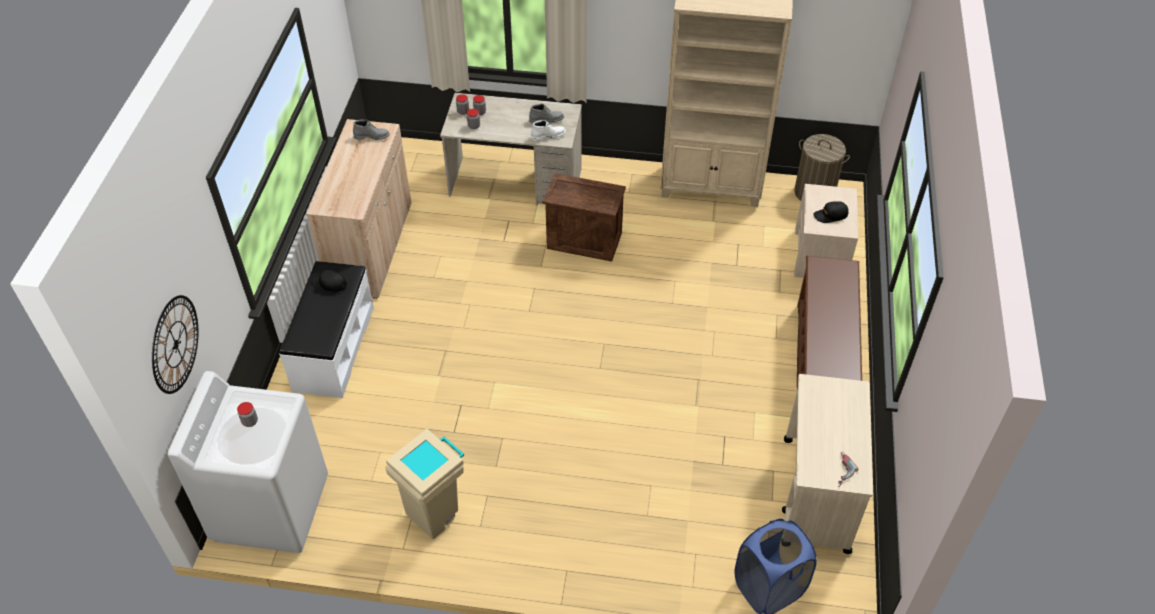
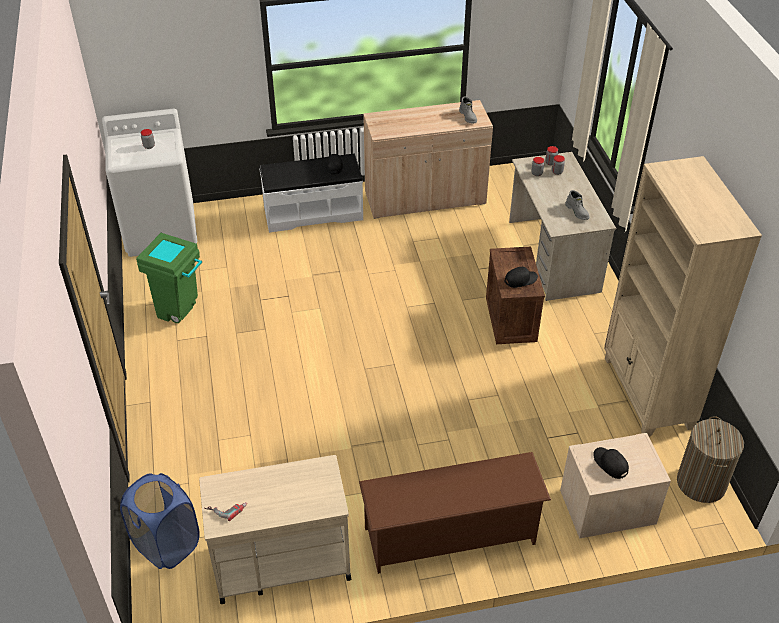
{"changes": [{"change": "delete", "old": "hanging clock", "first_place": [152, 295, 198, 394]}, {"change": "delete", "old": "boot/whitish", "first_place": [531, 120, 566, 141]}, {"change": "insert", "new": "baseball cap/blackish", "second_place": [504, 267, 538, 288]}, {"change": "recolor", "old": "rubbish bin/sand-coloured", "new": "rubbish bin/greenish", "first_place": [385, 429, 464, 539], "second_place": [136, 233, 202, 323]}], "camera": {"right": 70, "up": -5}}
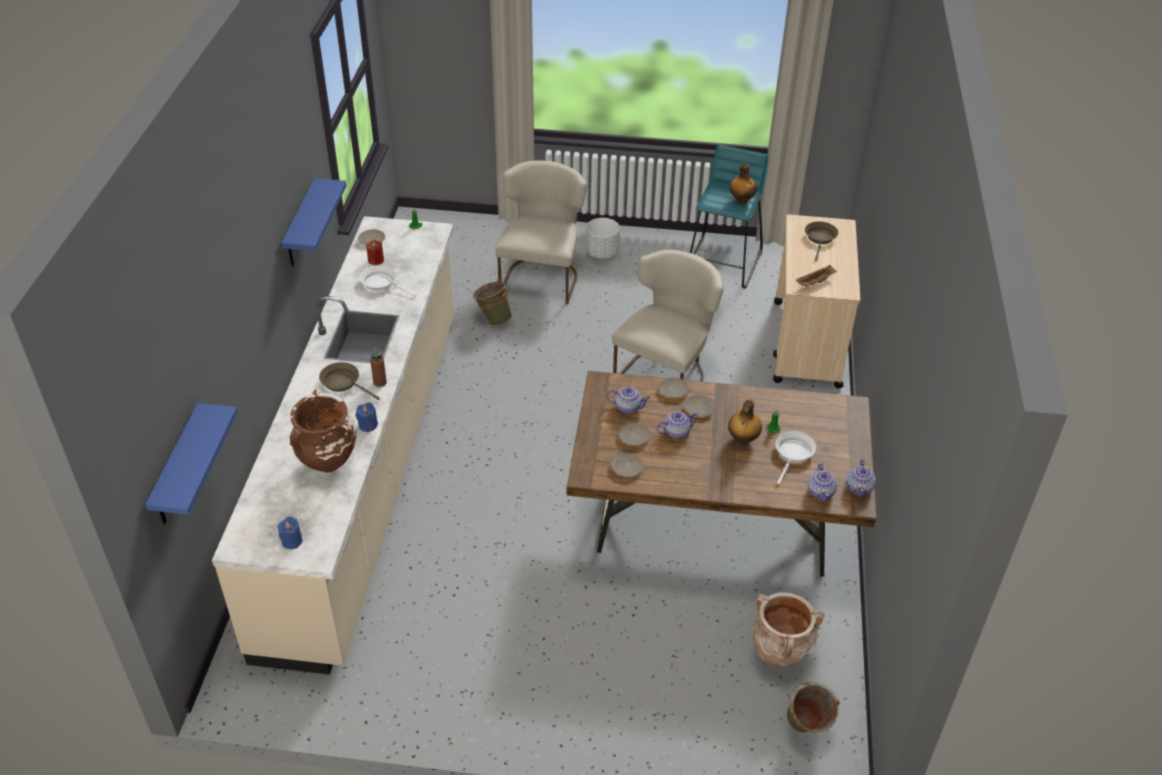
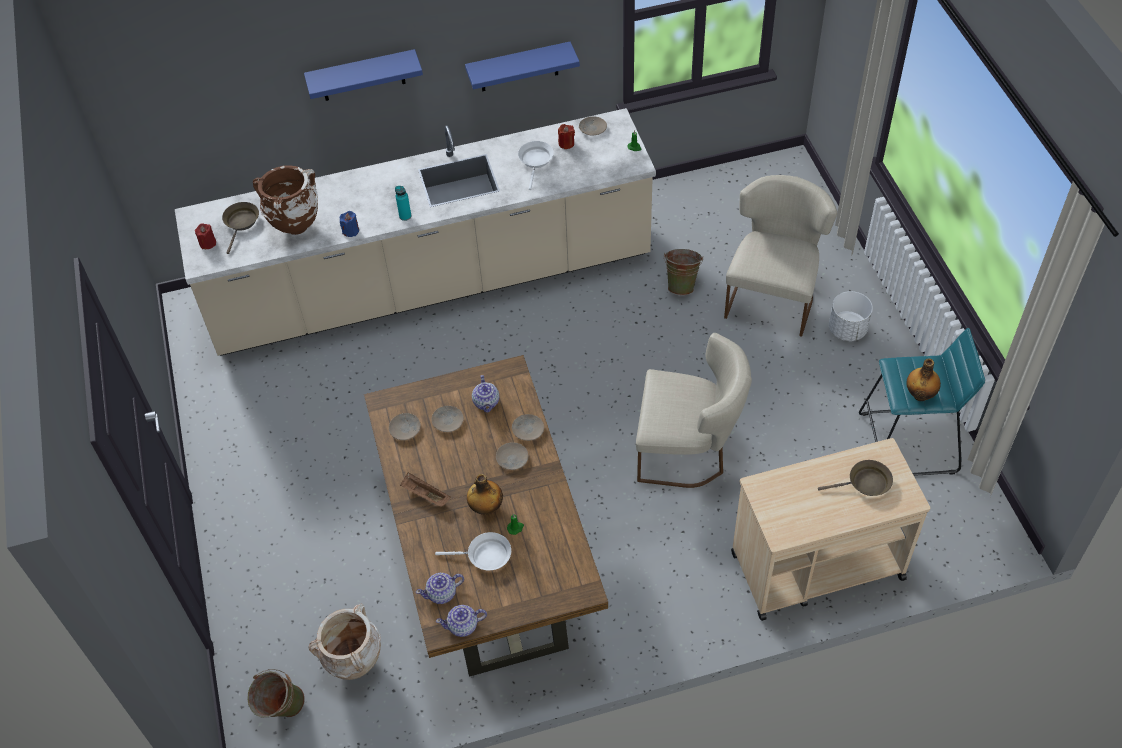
{"changes": [{"change": "delete", "old": "pot for tea", "first_place": [656, 411, 699, 439]}, {"change": "move", "old": "shelf/blue", "first_place": [145, 403, 238, 524], "second_place": [304, 49, 423, 101]}, {"change": "move", "old": "skillet/brown-coloured", "first_place": [319, 362, 380, 400], "second_place": [222, 202, 259, 254]}, {"change": "move", "old": "carrying tray/brown-coloured", "first_place": [796, 265, 837, 287], "second_place": [400, 472, 451, 507]}, {"change": "recolor", "old": "wax light/blue", "new": "wax light/reddish", "first_place": [278, 517, 302, 549], "second_place": [195, 223, 216, 249]}, {"change": "recolor", "old": "beverage bottle/brown-coloured", "new": "beverage bottle/turquoise", "first_place": [370, 348, 387, 388], "second_place": [395, 186, 411, 221]}, {"change": "rotate", "old": "chair/sand-coloured", "first_place": [495, 161, 587, 304], "second_place": [724, 175, 837, 337], "degrees": -60}], "camera": {"right": 70, "up": 10}}
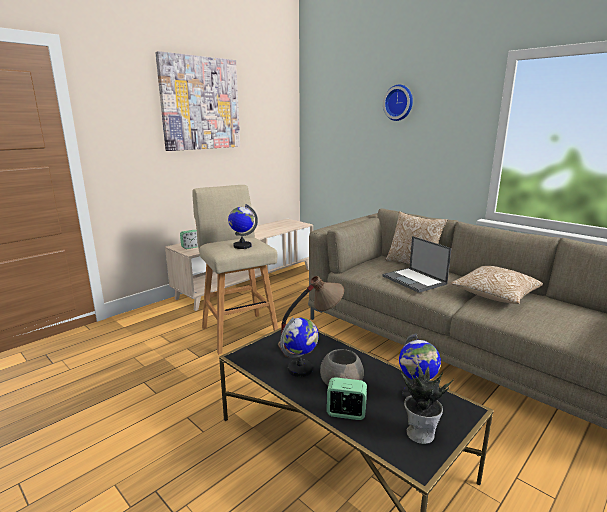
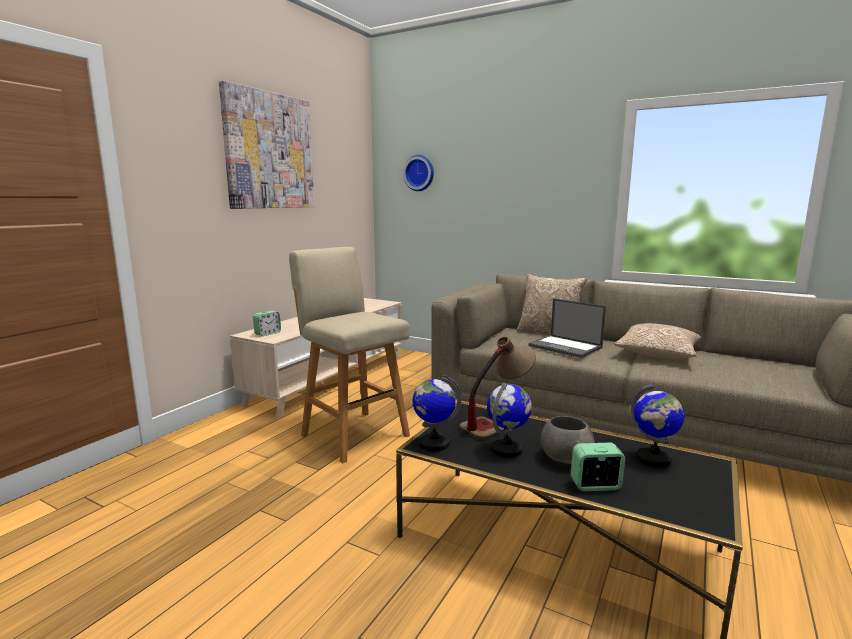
{"changes": [{"change": "delete", "old": "houseplant", "first_place": [400, 361, 454, 444]}, {"change": "move", "old": "world globe", "first_place": [228, 204, 258, 249], "second_place": [412, 375, 462, 452]}, {"change": "move", "old": "hanging clock", "first_place": [383, 85, 413, 121], "second_place": [403, 155, 434, 191]}], "camera": {"right": -15, "up": -5}}
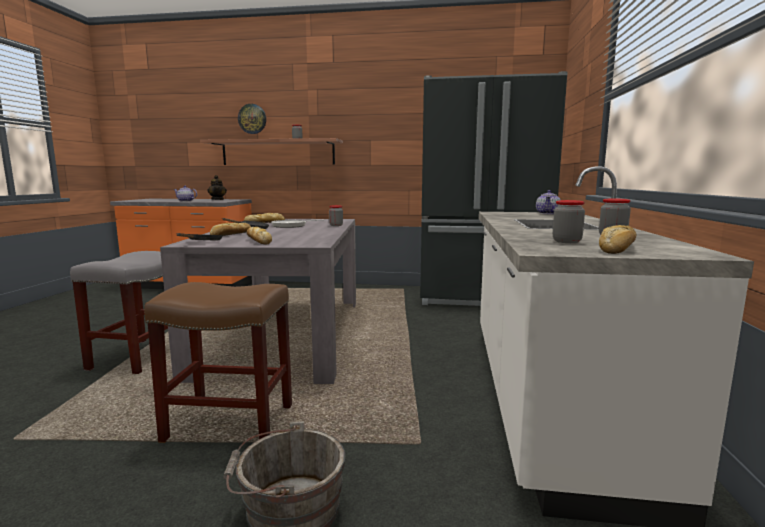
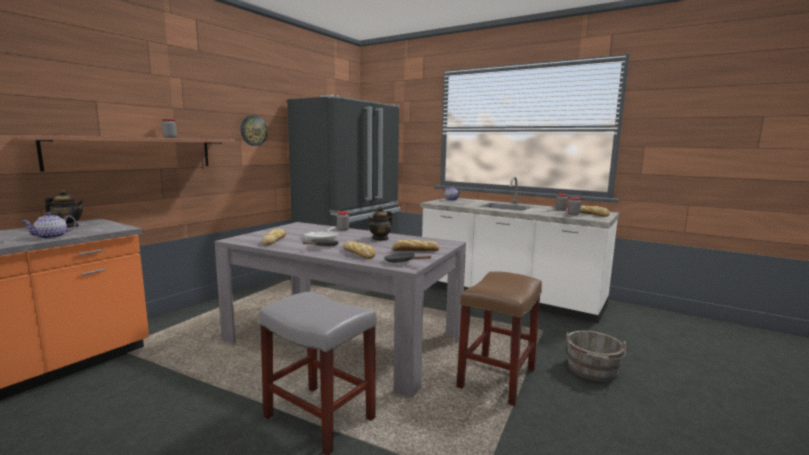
{"changes": [{"change": "insert", "new": "pot for tea", "second_place": [368, 206, 393, 241]}, {"change": "move", "old": "hanging clock", "first_place": [238, 104, 266, 134], "second_place": [241, 115, 268, 146]}], "camera": {"right": -65, "up": 0}}
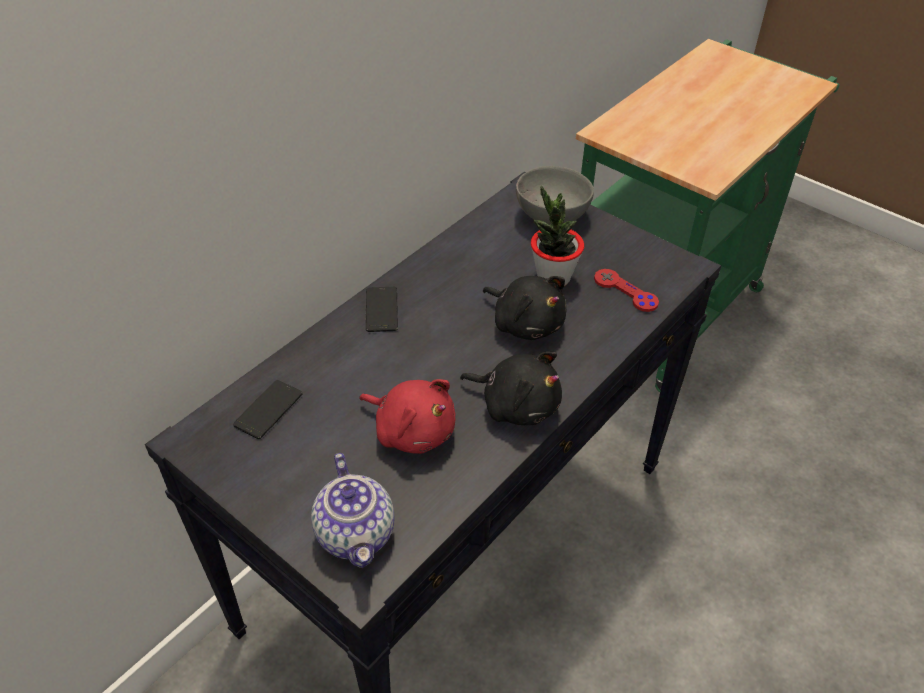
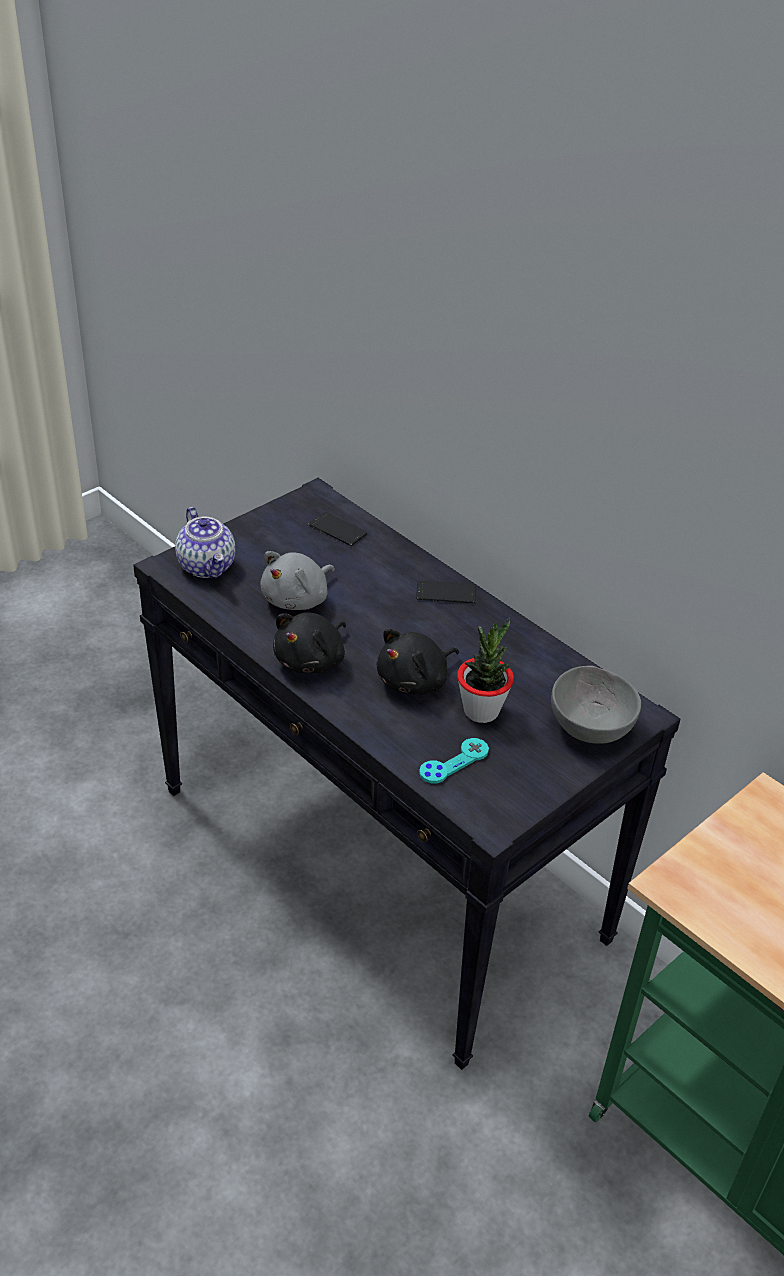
{"changes": [{"change": "recolor", "old": "cuddly toy/reddish", "new": "cuddly toy/greyish", "first_place": [359, 379, 455, 454], "second_place": [261, 551, 335, 610]}, {"change": "recolor", "old": "gamepad/reddish", "new": "gamepad/turquoise", "first_place": [594, 269, 659, 312], "second_place": [419, 738, 489, 784]}, {"change": "rotate", "old": "pot for tea", "first_place": [311, 453, 395, 568], "second_place": [175, 507, 236, 579], "degrees": -105}], "camera": {"right": 95, "up": -5}}
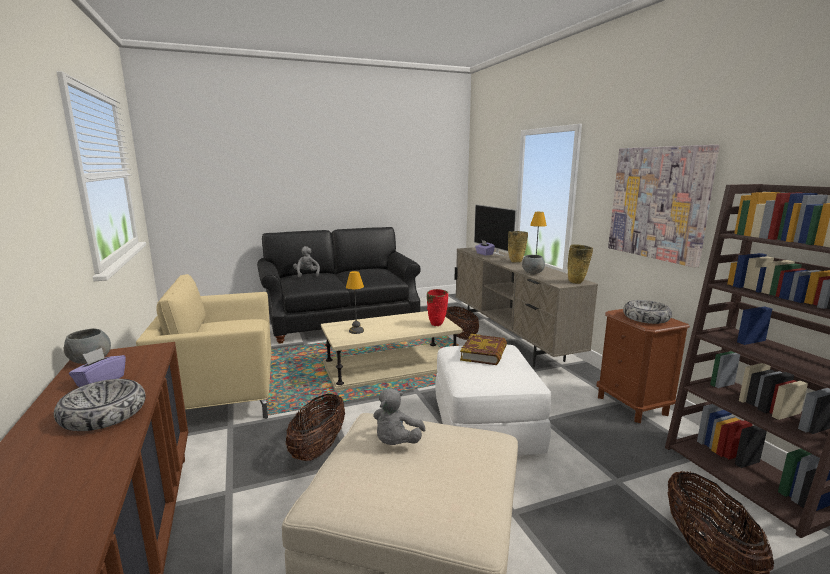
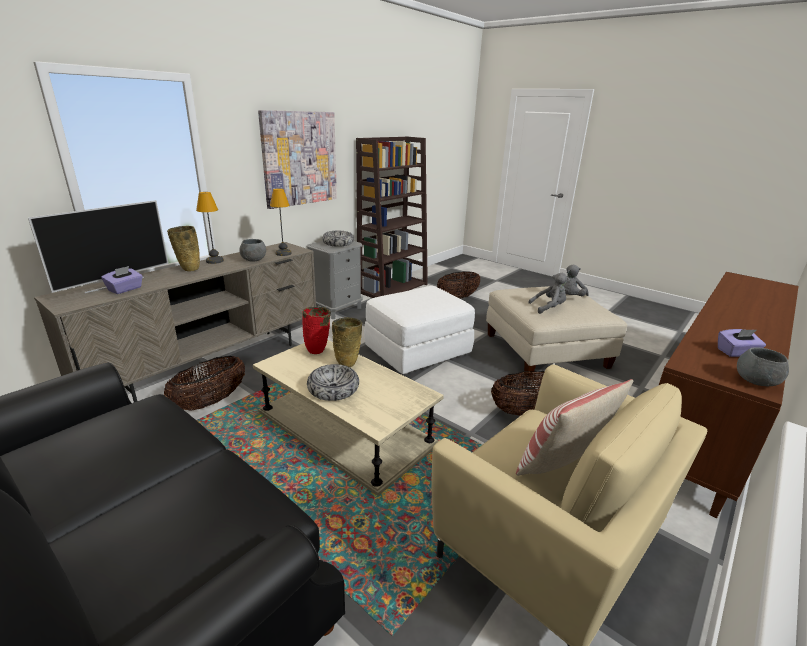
{"changes": [{"change": "delete", "old": "bound book", "first_place": [460, 334, 507, 365]}, {"change": "insert", "new": "cushion", "second_place": [516, 379, 634, 476]}, {"change": "move", "old": "deep dish", "first_place": [54, 379, 146, 431], "second_place": [307, 364, 359, 401]}, {"change": "move", "old": "cuddly toy/greyish", "first_place": [293, 246, 320, 277], "second_place": [564, 265, 589, 296]}, {"change": "move", "old": "tabletop lamp", "first_place": [346, 271, 364, 334], "second_place": [270, 188, 292, 256]}, {"change": "move", "old": "flower vase/sand-coloured", "first_place": [568, 244, 593, 284], "second_place": [332, 317, 362, 367]}, {"change": "recolor", "old": "night table/brown-coloured", "new": "night table/greyish", "first_place": [597, 309, 690, 423], "second_place": [306, 241, 363, 319]}], "camera": {"right": -120, "up": 10}}
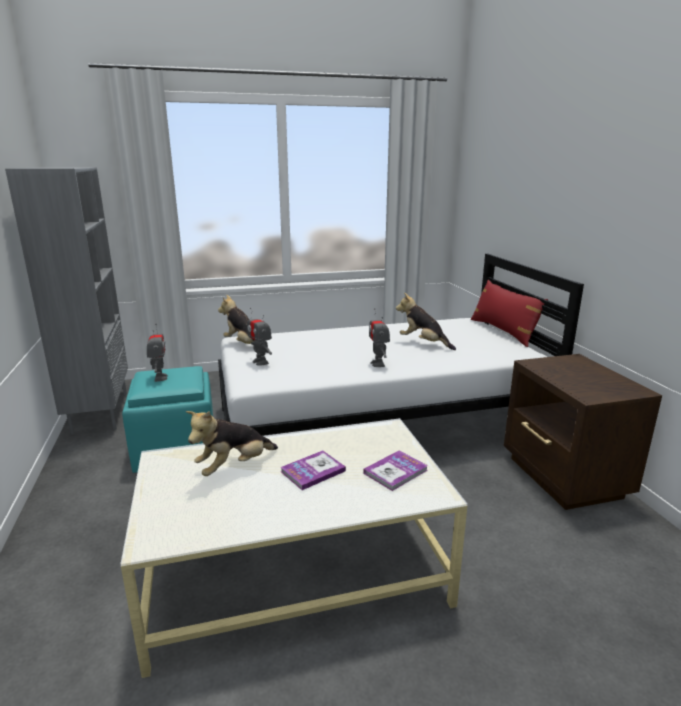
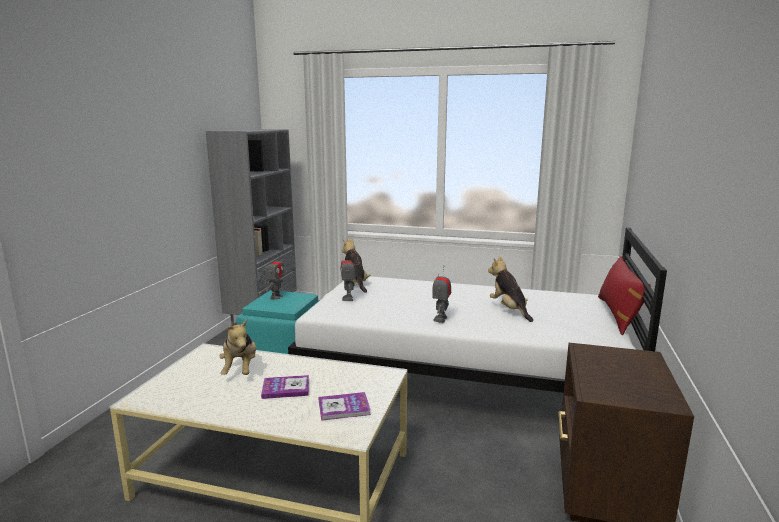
{"changes": [{"change": "rotate", "old": "cuddly toy", "first_place": [186, 411, 278, 476], "second_place": [220, 319, 256, 375], "degrees": -90}], "camera": {"right": 30, "up": -5}}
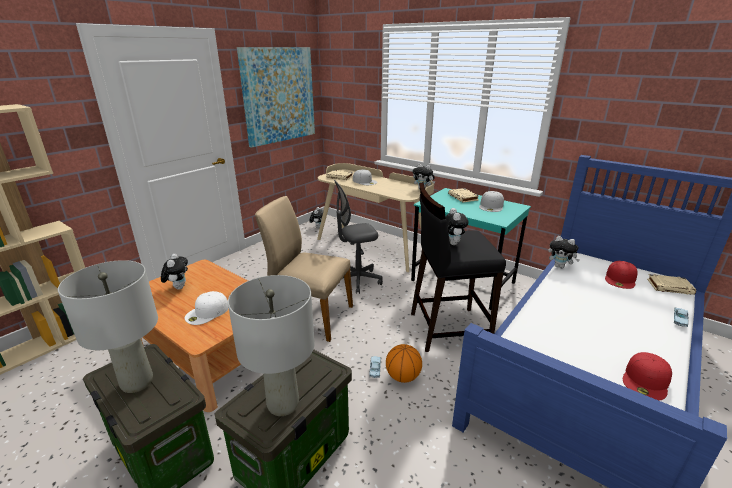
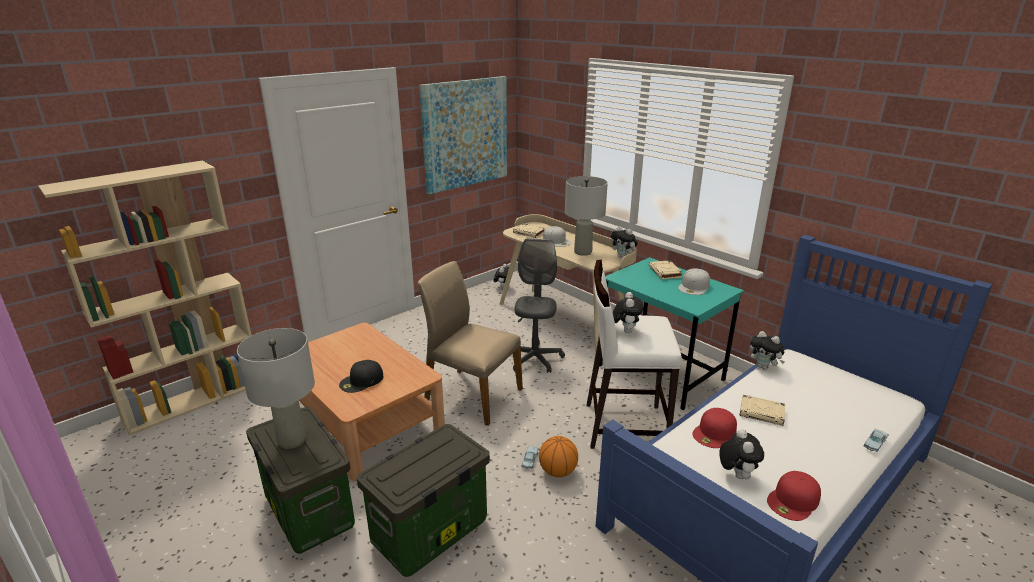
{"changes": [{"change": "move", "old": "cuddly toy", "first_place": [161, 253, 188, 290], "second_place": [719, 429, 764, 479]}, {"change": "move", "old": "tabletop lamp/greyish", "first_place": [228, 275, 315, 416], "second_place": [565, 176, 608, 256]}, {"change": "move", "old": "baseball cap/reddish", "first_place": [605, 261, 638, 289], "second_place": [692, 408, 737, 448]}, {"change": "move", "old": "bound book/sand-coloured", "first_place": [647, 274, 696, 295], "second_place": [739, 395, 785, 426]}, {"change": "recolor", "old": "baseball cap/whitish", "new": "baseball cap/blackish", "first_place": [185, 291, 229, 325], "second_place": [339, 360, 384, 393]}, {"change": "recolor", "old": "stool seat/blackish", "new": "stool seat/whitish", "first_place": [411, 182, 506, 352], "second_place": [587, 260, 682, 449]}, {"change": "rotate", "old": "office chair/greyish", "first_place": [334, 180, 383, 294], "second_place": [513, 239, 565, 373], "degrees": 105}], "camera": {"right": 10, "up": 0}}
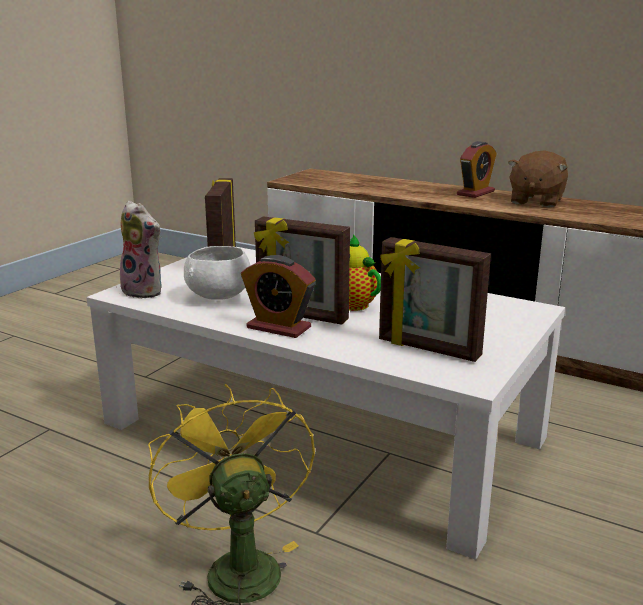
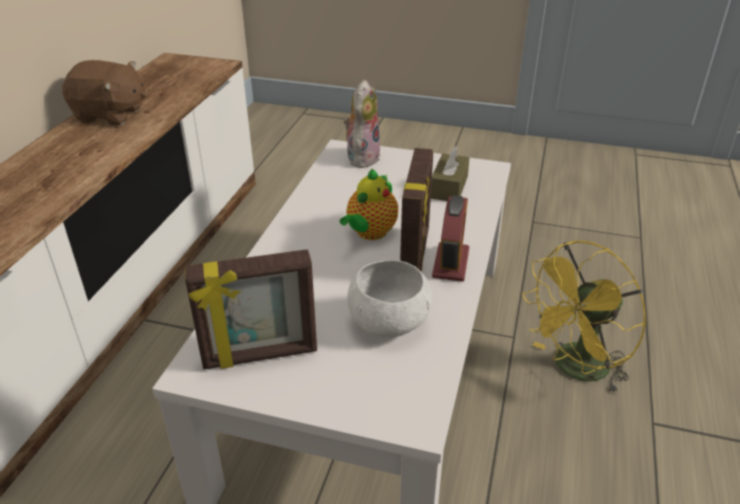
{"changes": [{"change": "delete", "old": "table clock", "first_place": [457, 141, 497, 198]}, {"change": "move", "old": "cuddly toy", "first_place": [120, 201, 162, 299], "second_place": [344, 80, 380, 168]}, {"change": "replace", "old": "standing frame", "new": "tissue holder/brown-coloured", "first_place": [379, 237, 491, 362], "second_place": [431, 146, 470, 201]}], "camera": {"right": -105, "up": 15}}
